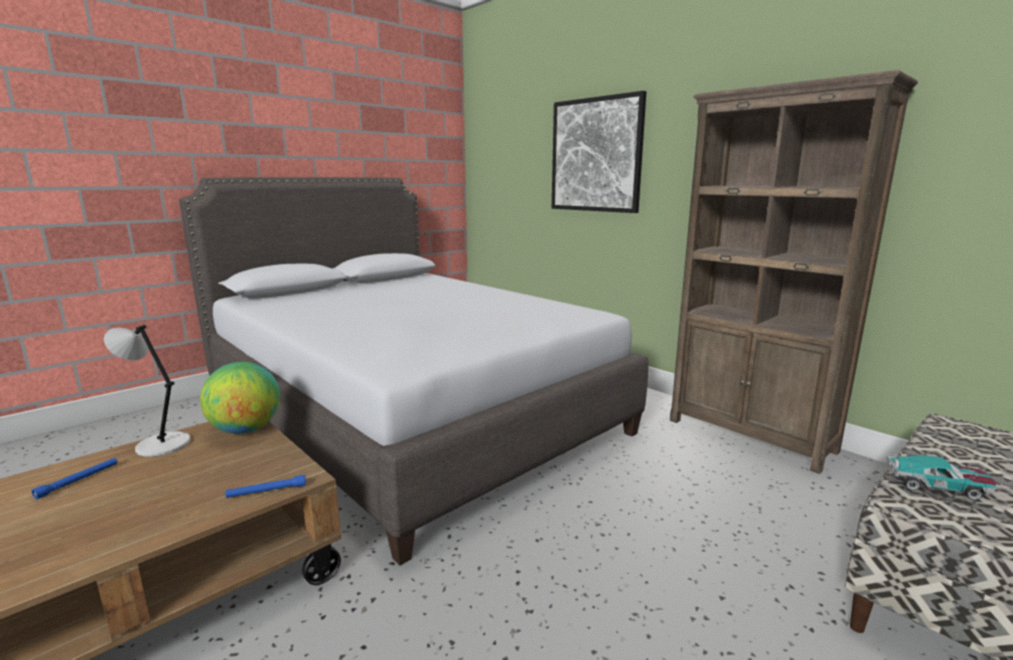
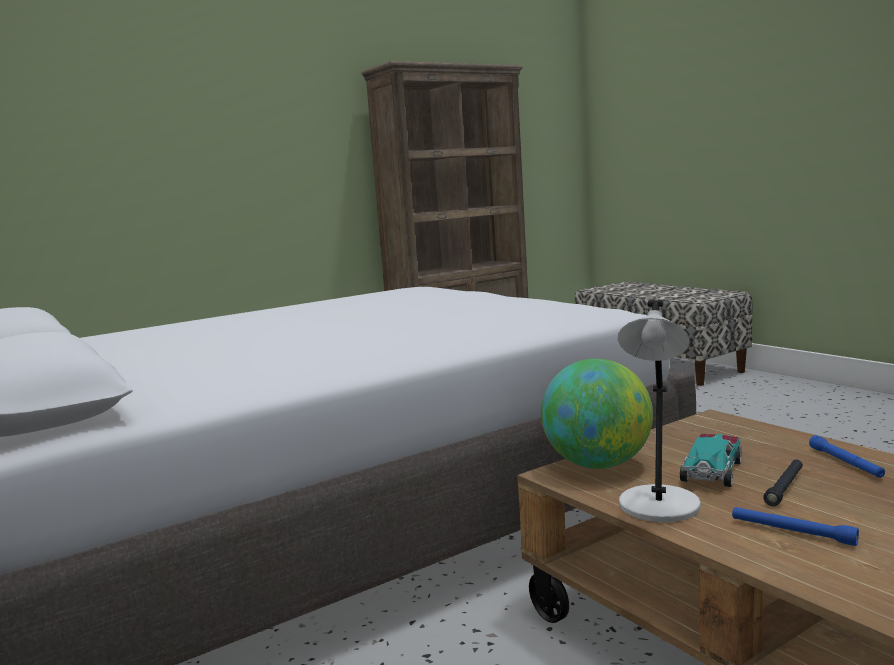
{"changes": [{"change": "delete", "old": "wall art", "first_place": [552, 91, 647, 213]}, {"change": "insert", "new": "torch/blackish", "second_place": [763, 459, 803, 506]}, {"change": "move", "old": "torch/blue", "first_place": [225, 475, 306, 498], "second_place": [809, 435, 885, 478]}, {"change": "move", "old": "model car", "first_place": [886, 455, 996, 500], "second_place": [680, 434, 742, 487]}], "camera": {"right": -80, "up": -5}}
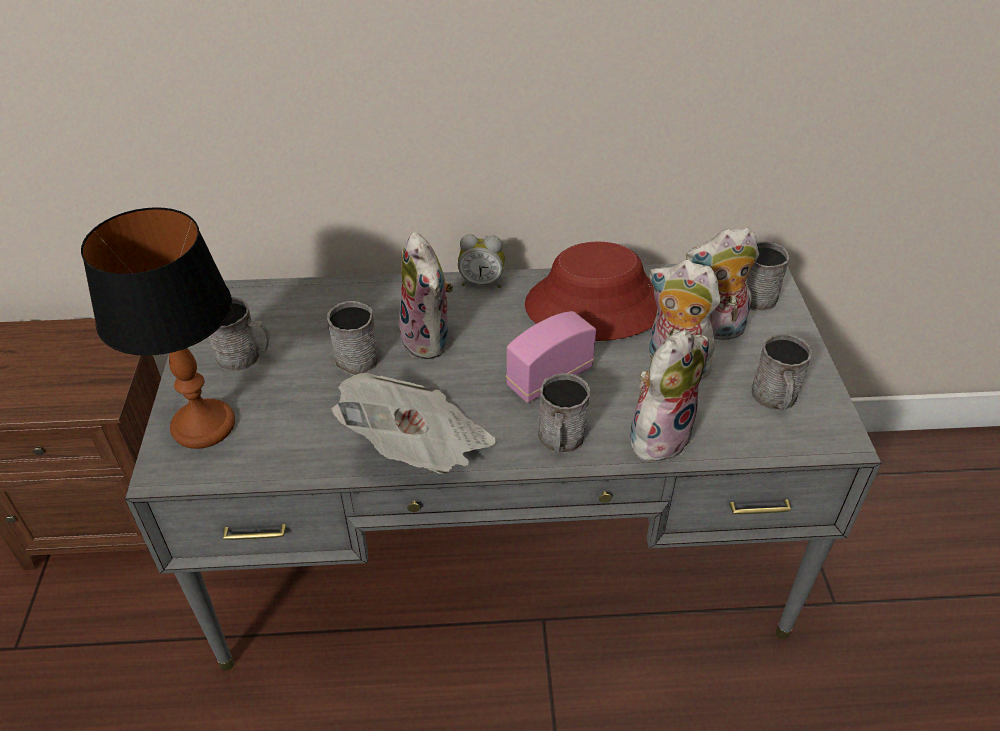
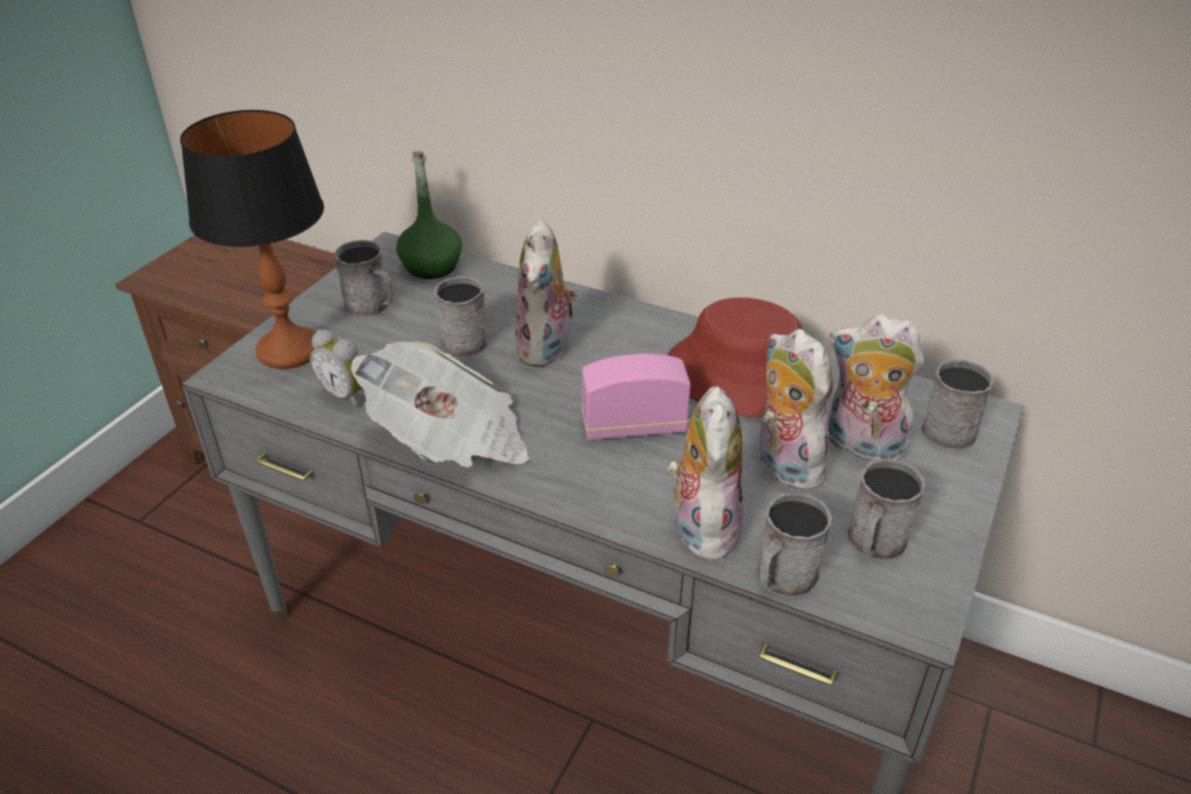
{"changes": [{"change": "insert", "new": "beverage bottle/greenish", "second_place": [396, 151, 462, 279]}, {"change": "move", "old": "table clock", "first_place": [458, 234, 505, 288], "second_place": [310, 330, 362, 408]}, {"change": "move", "old": "mug/greyish", "first_place": [538, 373, 590, 454], "second_place": [757, 493, 832, 598]}, {"change": "rotate", "old": "cuddly toy", "first_place": [630, 330, 709, 462], "second_place": [667, 386, 743, 561], "degrees": -75}], "camera": {"right": 30, "up": -5}}
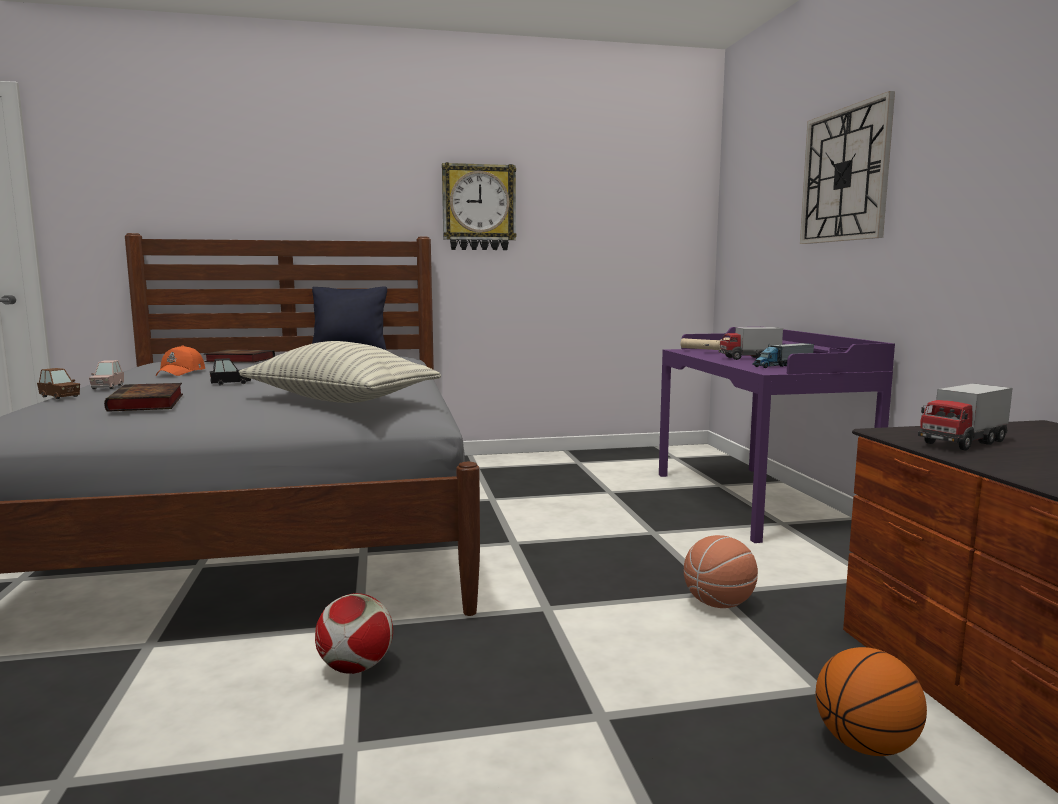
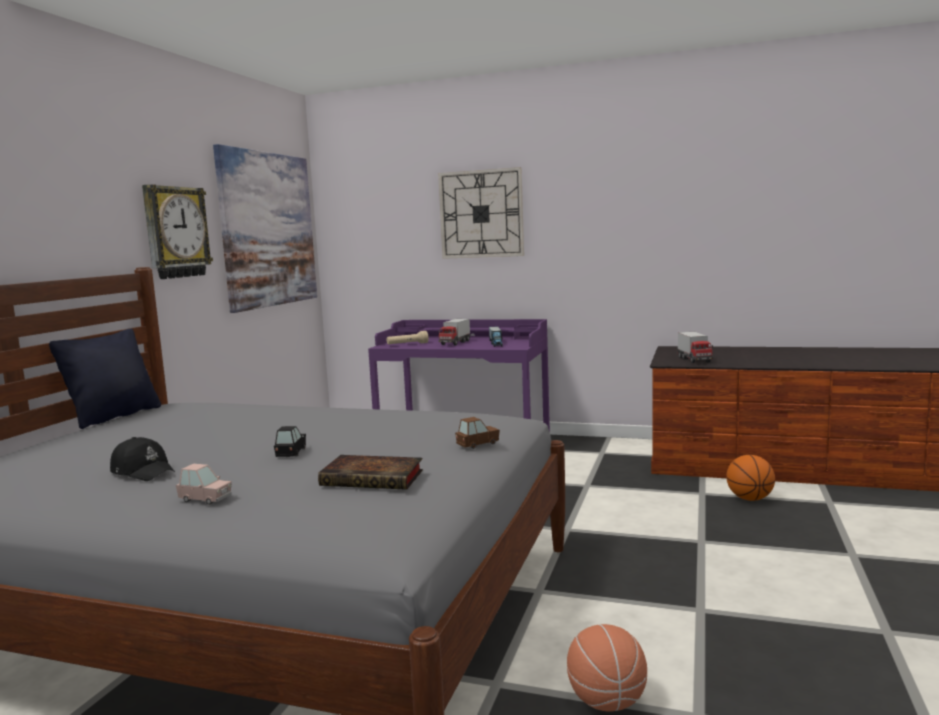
{"changes": [{"change": "delete", "old": "bound book", "first_place": [204, 350, 275, 363]}, {"change": "delete", "old": "cushion", "first_place": [239, 341, 441, 403]}, {"change": "delete", "old": "ball for football", "first_place": [315, 593, 393, 674]}, {"change": "insert", "new": "wall art", "second_place": [213, 144, 317, 313]}, {"change": "move", "old": "model car/brown-coloured", "first_place": [37, 368, 80, 399], "second_place": [455, 417, 500, 449]}, {"change": "move", "old": "basketball", "first_place": [684, 535, 758, 608], "second_place": [567, 624, 647, 712]}, {"change": "recolor", "old": "baseball cap/orange-coloured", "new": "baseball cap/blackish", "first_place": [156, 345, 205, 376], "second_place": [110, 437, 175, 481]}], "camera": {"right": -60, "up": 0}}
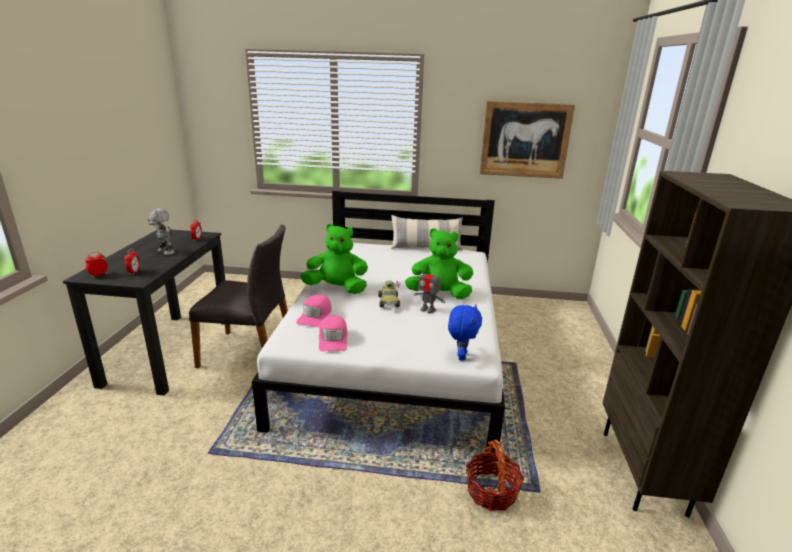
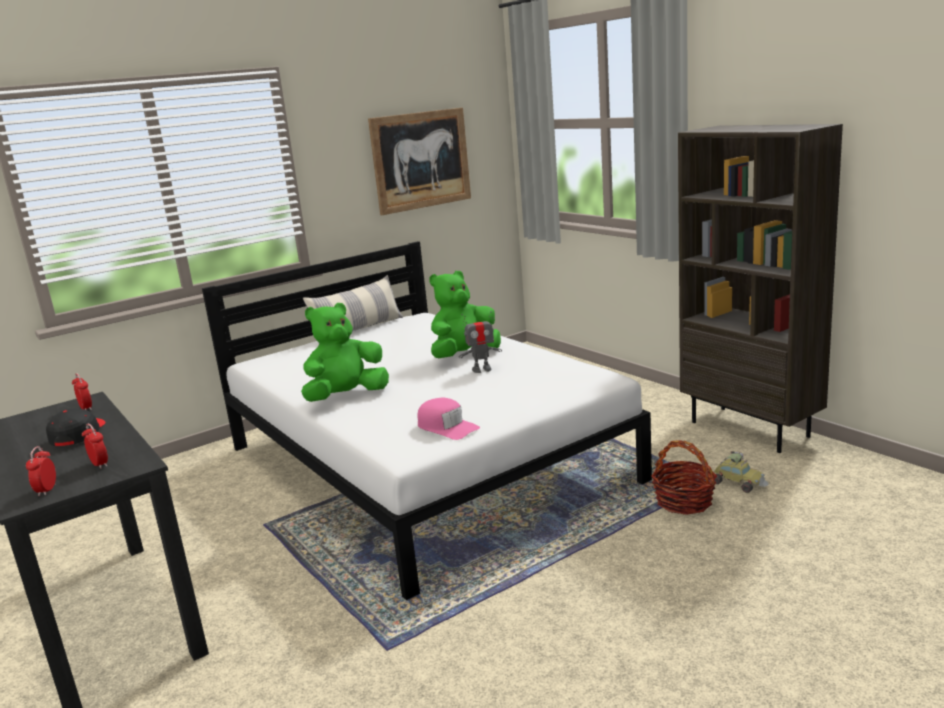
{"changes": [{"change": "delete", "old": "chair/greyish", "first_place": [189, 224, 288, 368]}, {"change": "delete", "old": "baseball cap/pink", "first_place": [296, 295, 332, 327]}, {"change": "delete", "old": "cuddly toy/blue", "first_place": [448, 305, 482, 361]}, {"change": "move", "old": "model car", "first_place": [378, 280, 400, 308], "second_place": [714, 451, 769, 493]}, {"change": "replace", "old": "toy robot", "new": "baseball cap/blackish", "first_place": [148, 209, 175, 255], "second_place": [46, 408, 105, 446]}], "camera": {"right": -40, "up": -5}}
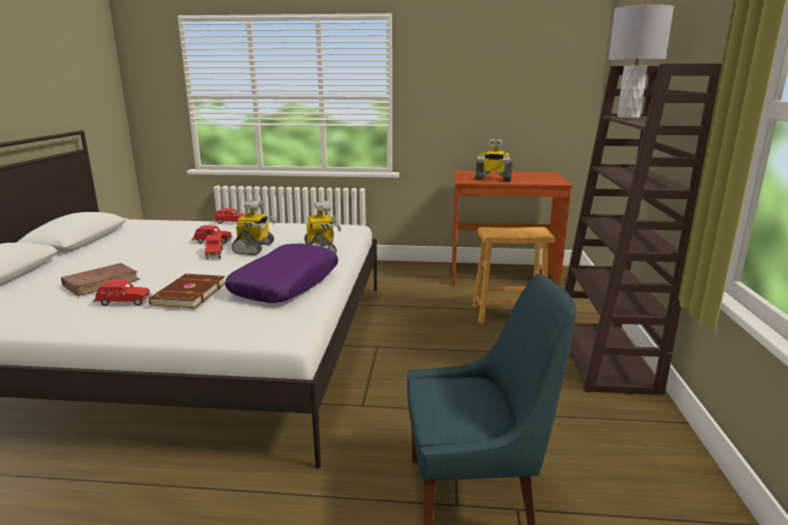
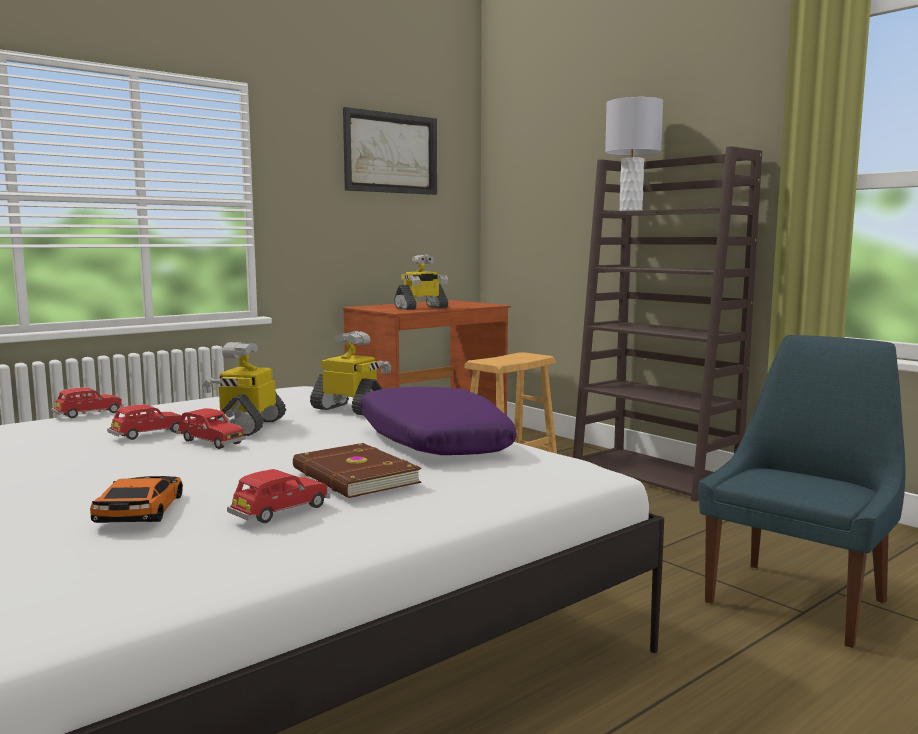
{"changes": [{"change": "insert", "new": "wall art", "second_place": [343, 107, 437, 195]}, {"change": "replace", "old": "bound book/brown-coloured", "new": "model car", "first_place": [61, 263, 140, 296], "second_place": [90, 476, 183, 523]}, {"change": "rotate", "old": "toy robot", "first_place": [232, 200, 277, 255], "second_place": [202, 342, 286, 436], "degrees": -135}], "camera": {"right": -45, "up": -10}}
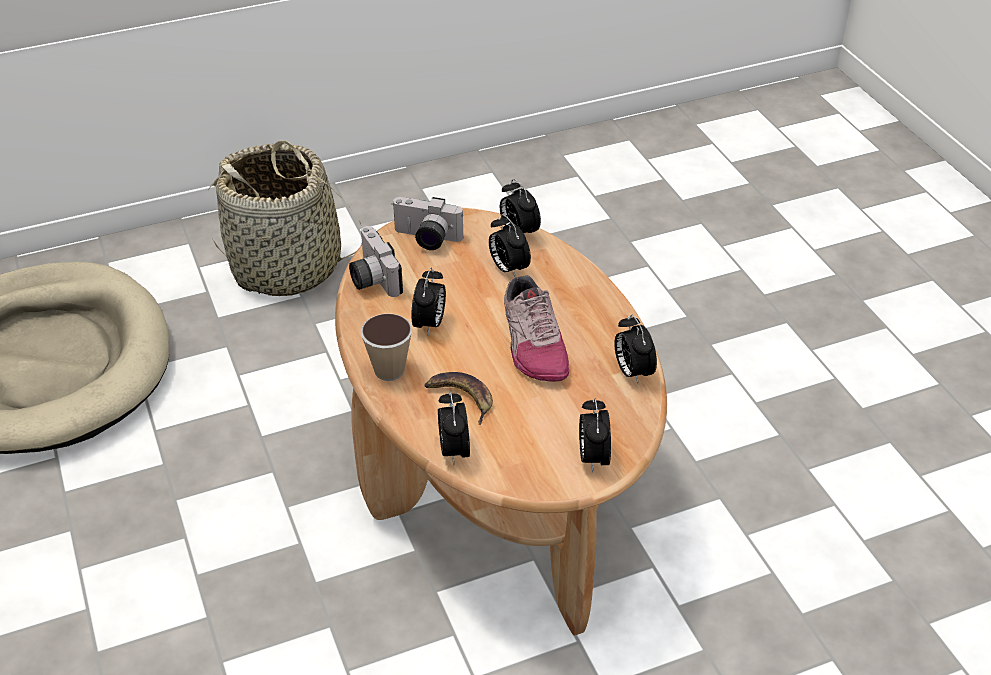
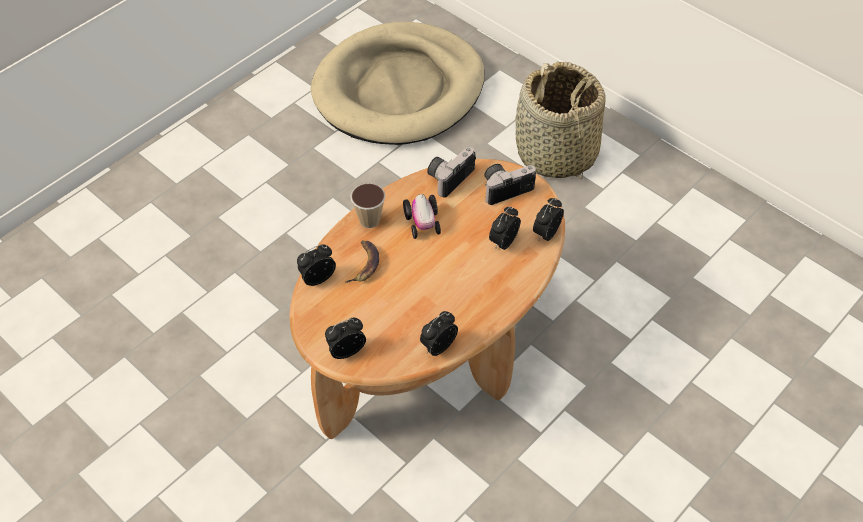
{"changes": [{"change": "delete", "old": "shoe", "first_place": [504, 275, 569, 382]}, {"change": "replace", "old": "table clock", "new": "model car", "first_place": [411, 268, 446, 335], "second_place": [403, 194, 441, 239]}, {"change": "rotate", "old": "photo camera", "first_place": [392, 197, 463, 250], "second_place": [484, 164, 536, 205], "degrees": 75}], "camera": {"right": 65, "up": 10}}
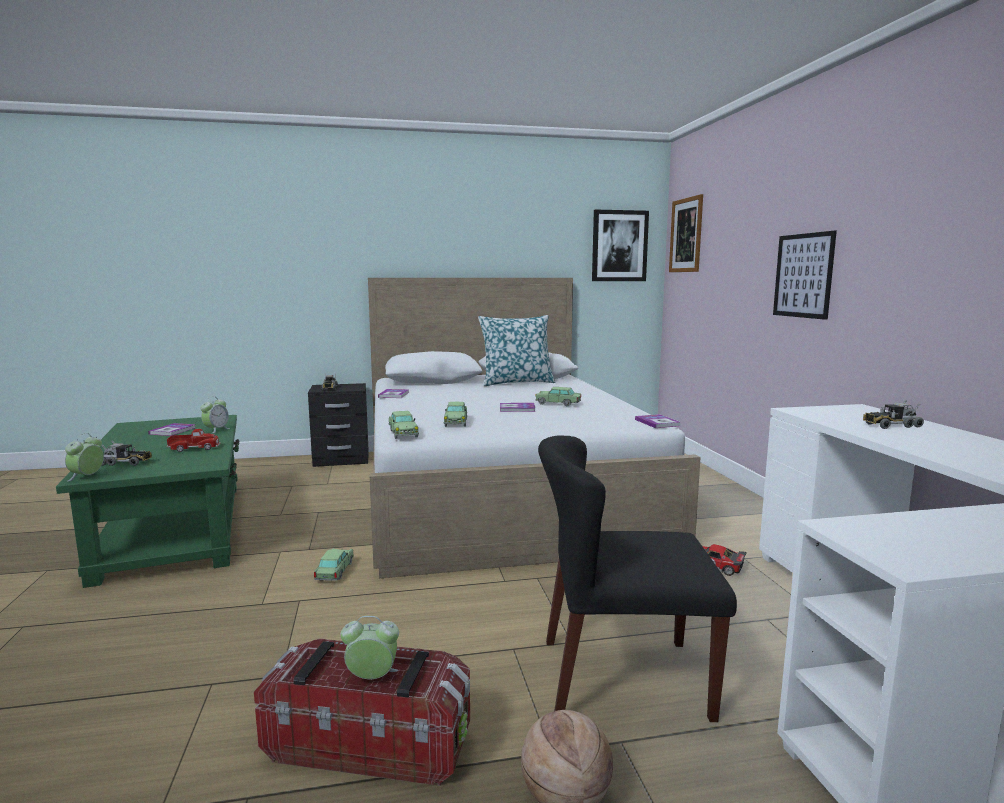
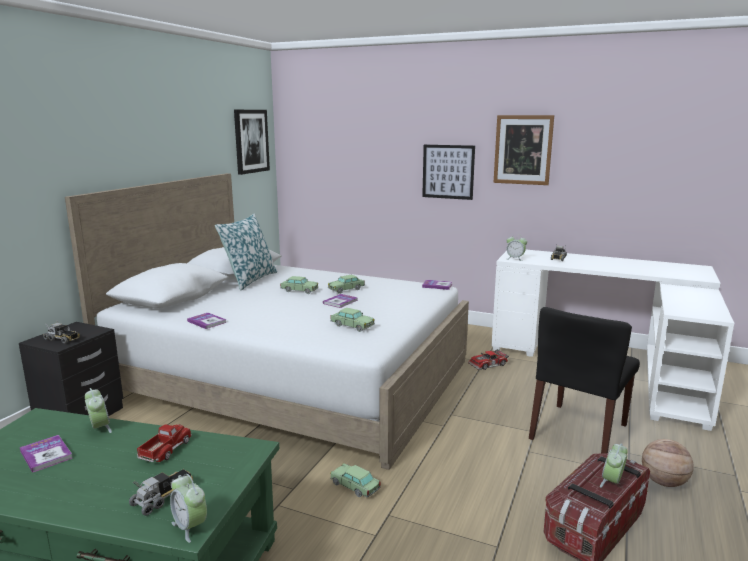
{"changes": [{"change": "insert", "new": "table clock", "second_place": [506, 234, 527, 261]}, {"change": "move", "old": "model car", "first_place": [389, 411, 419, 439], "second_place": [280, 276, 318, 294]}, {"change": "move", "old": "wall art", "first_place": [669, 194, 703, 272], "second_place": [493, 115, 554, 185]}], "camera": {"right": -55, "up": 5}}
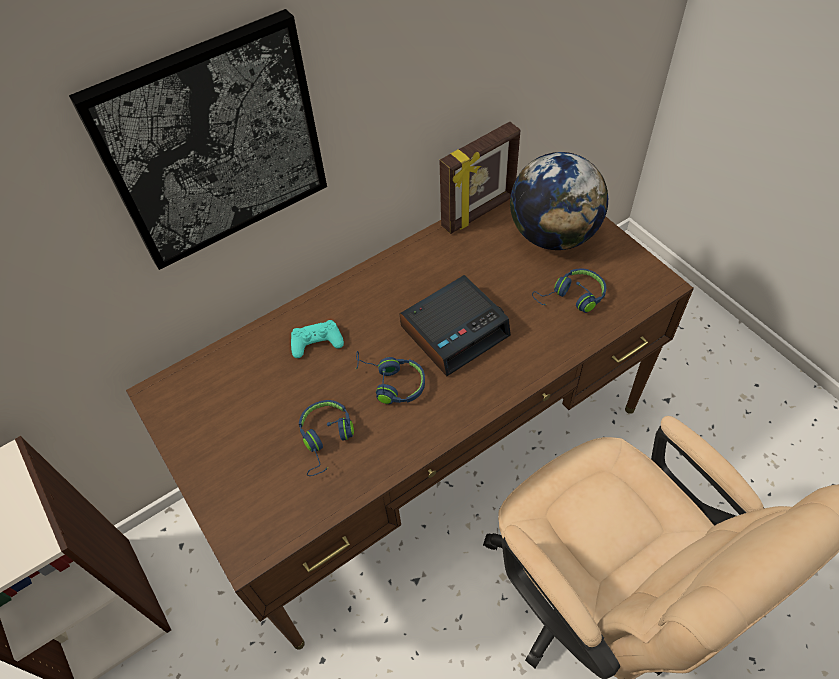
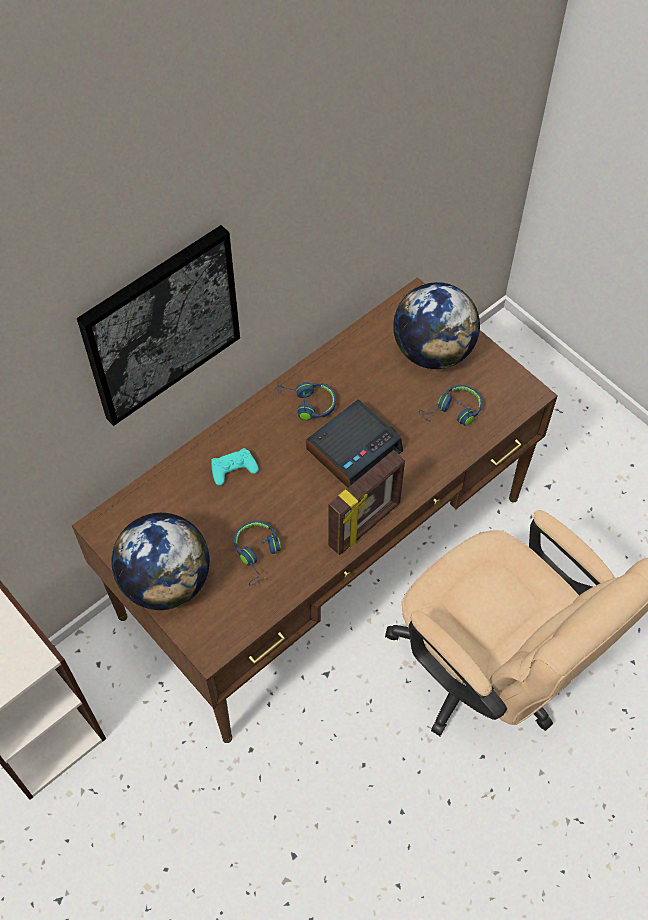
{"changes": [{"change": "insert", "new": "world globe", "second_place": [112, 513, 210, 610]}, {"change": "move", "old": "headset/blue", "first_place": [356, 351, 425, 404], "second_place": [277, 379, 336, 420]}, {"change": "move", "old": "standing frame", "first_place": [439, 122, 521, 234], "second_place": [328, 450, 405, 555]}], "camera": {"right": -10, "up": 5}}
